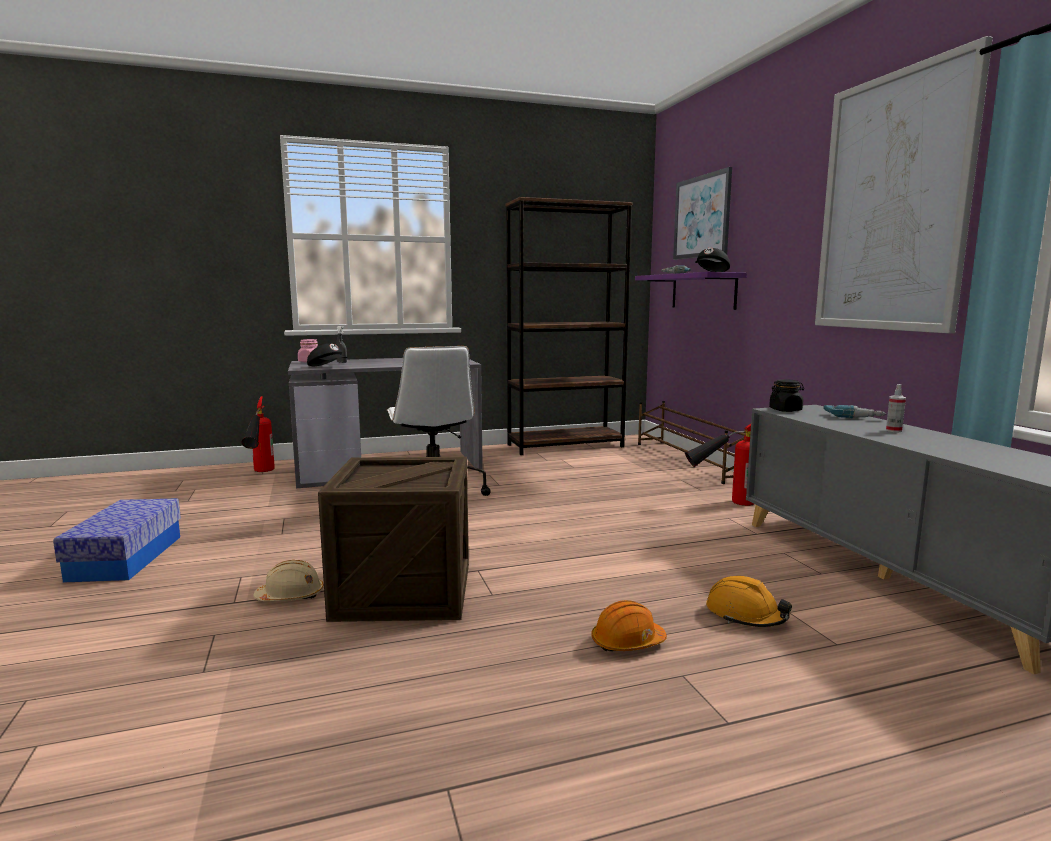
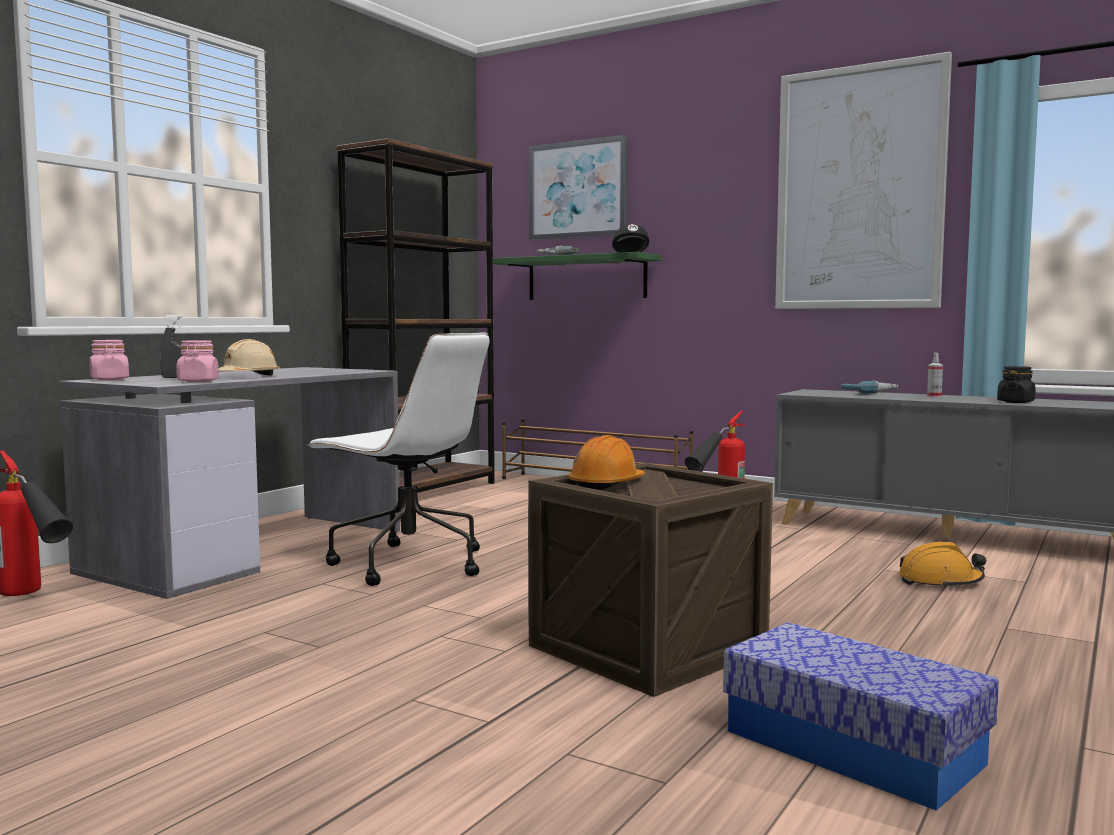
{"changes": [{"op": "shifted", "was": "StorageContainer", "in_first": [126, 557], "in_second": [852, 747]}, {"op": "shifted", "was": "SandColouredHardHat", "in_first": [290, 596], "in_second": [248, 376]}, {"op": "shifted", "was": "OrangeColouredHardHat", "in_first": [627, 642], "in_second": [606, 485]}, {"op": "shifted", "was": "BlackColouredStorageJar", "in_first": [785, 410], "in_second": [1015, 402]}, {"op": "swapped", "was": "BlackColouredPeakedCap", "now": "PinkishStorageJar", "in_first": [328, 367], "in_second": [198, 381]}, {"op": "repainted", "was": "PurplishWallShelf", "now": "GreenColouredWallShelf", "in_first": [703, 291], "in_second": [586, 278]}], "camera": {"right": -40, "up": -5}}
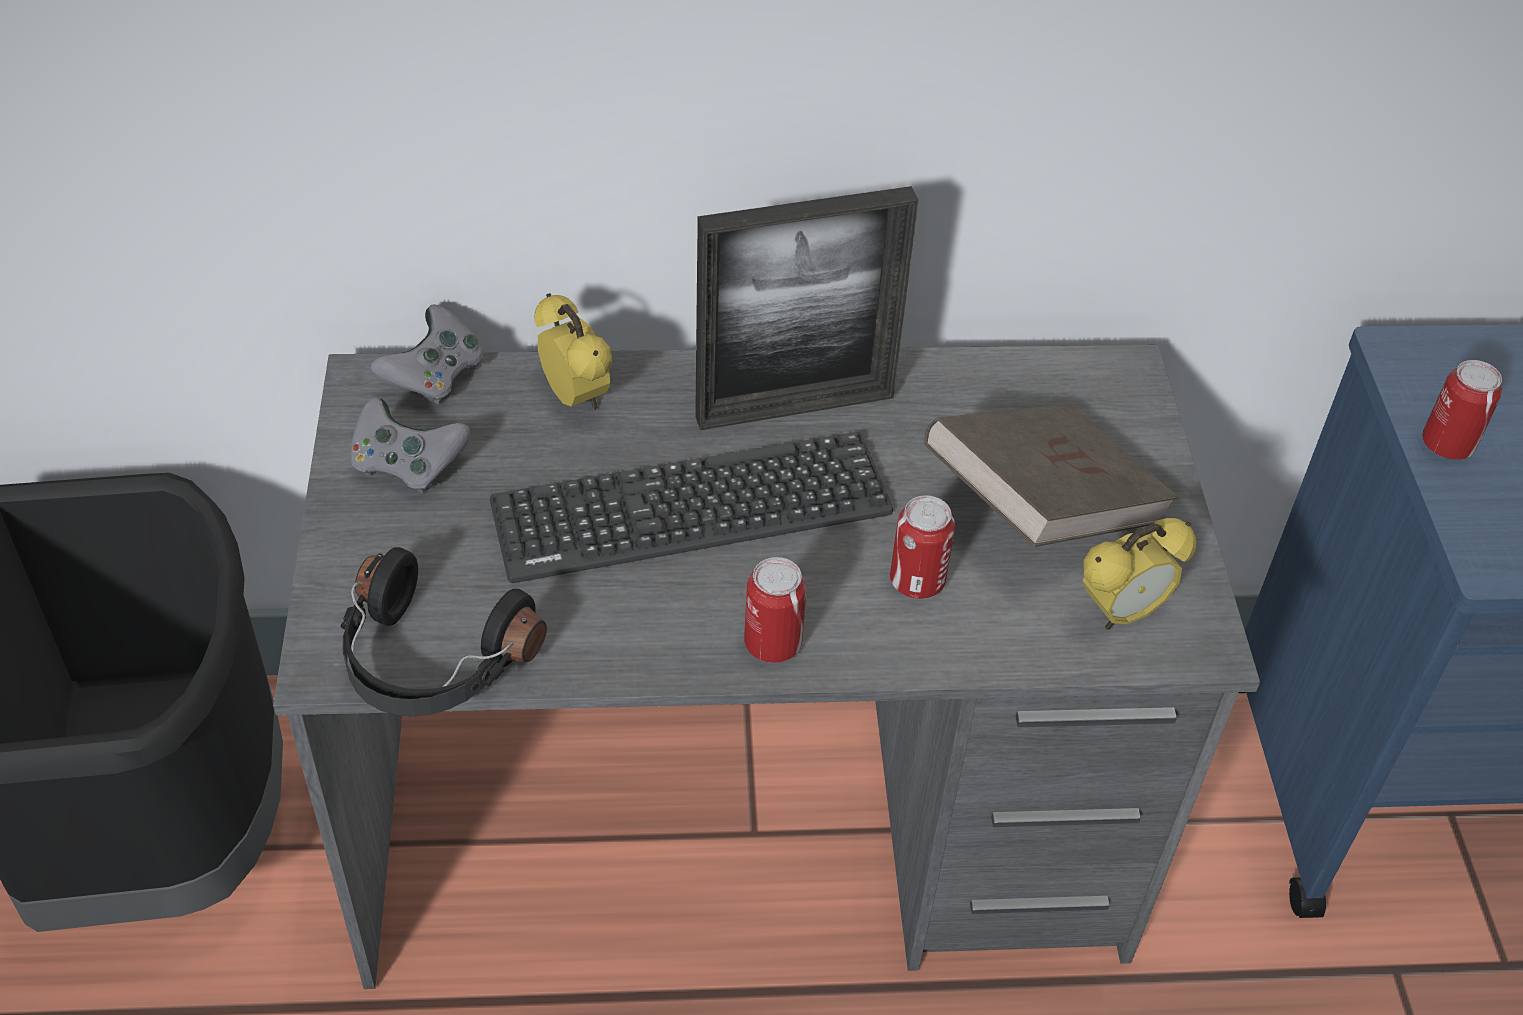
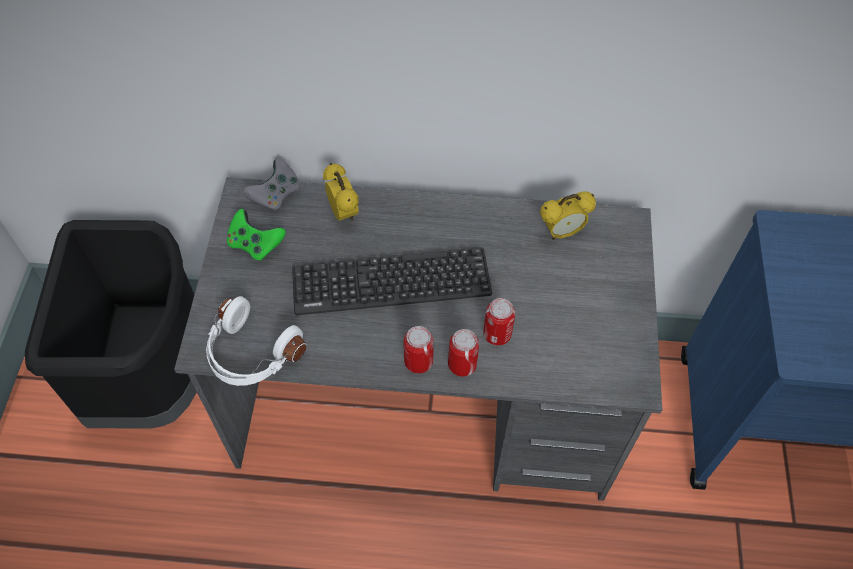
{"changes": [{"op": "gone", "was": "PhotoFrame", "in_first": [795, 407]}, {"op": "gone", "was": "BrownColouredBoundBook", "in_first": [1041, 508]}, {"op": "shifted", "was": "AlarmClock", "in_first": [1122, 613], "in_second": [562, 232]}, {"op": "shifted", "was": "Can", "in_first": [1447, 444], "in_second": [462, 365]}, {"op": "repainted", "was": "BlackColouredHeadphones", "now": "WhiteHeadphones", "in_first": [431, 662], "in_second": [251, 354]}, {"op": "repainted", "was": "GreyishJoypad", "now": "GreenColouredJoypad", "in_first": [407, 465], "in_second": [255, 244]}], "camera": {"right": 10, "up": 10}}
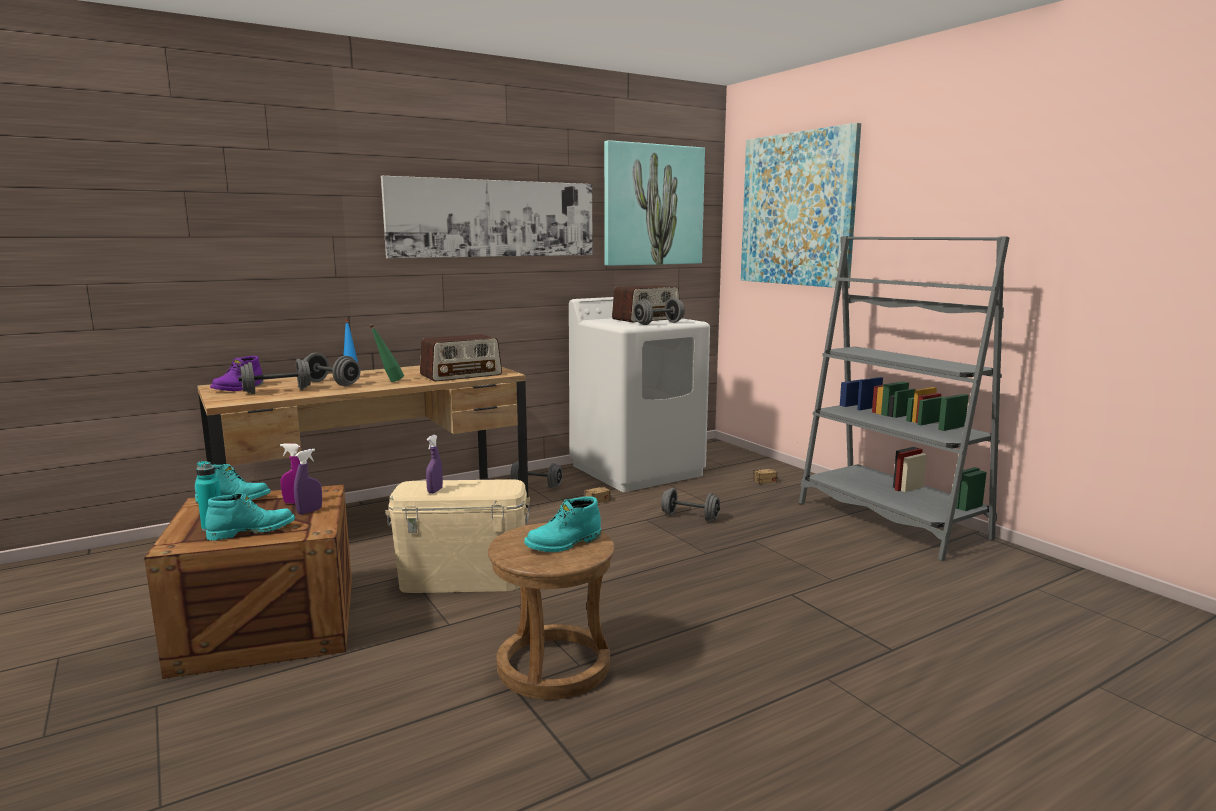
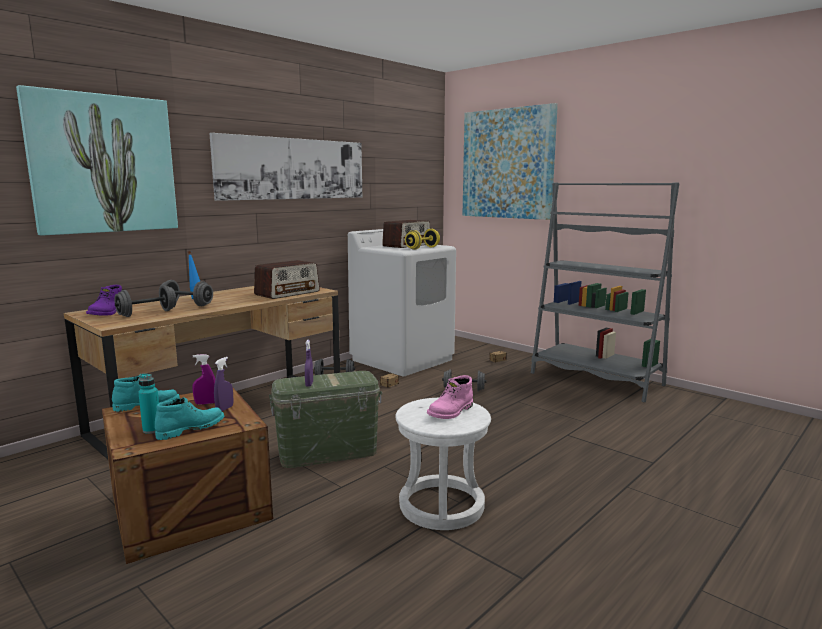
{"changes": [{"op": "gone", "was": "GreenColouredBeverageBottle", "in_first": [388, 381]}, {"op": "shifted", "was": "Picture", "in_first": [653, 205], "in_second": [103, 164]}, {"op": "repainted", "was": "SandColouredStorageContainer", "now": "GreenColouredStorageContainer", "in_first": [463, 579], "in_second": [328, 452]}, {"op": "repainted", "was": "BrownColouredStoolSeat", "now": "WhiteStoolSeat", "in_first": [554, 666], "in_second": [442, 505]}, {"op": "repainted", "was": "BlueGreenTallBoot", "now": "PinkishTallBoot", "in_first": [564, 544], "in_second": [451, 412]}, {"op": "repainted", "was": "GreyishFreeWeight", "now": "YellowColouredFreeWeight", "in_first": [659, 323], "in_second": [422, 248]}], "camera": {"right": -15, "up": 0}}
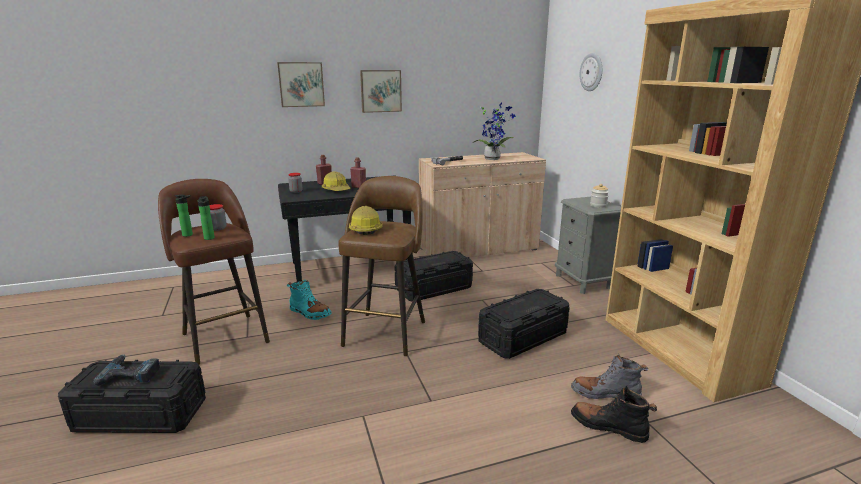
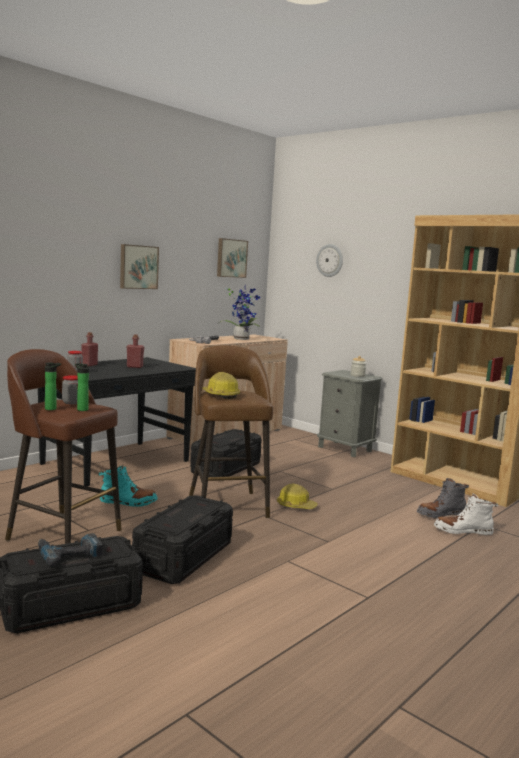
{"changes": [{"op": "shifted", "was": "Picture", "in_first": [301, 84], "in_second": [231, 258]}, {"op": "shifted", "was": "HardHat", "in_first": [336, 190], "in_second": [296, 506]}, {"op": "shifted", "was": "BlackColouredStorageContainer", "in_first": [523, 337], "in_second": [184, 557]}, {"op": "repainted", "was": "BlackColouredTallBoot", "now": "WhiteTallBoot", "in_first": [608, 427], "in_second": [463, 531]}], "camera": {"right": -30, "up": -10}}
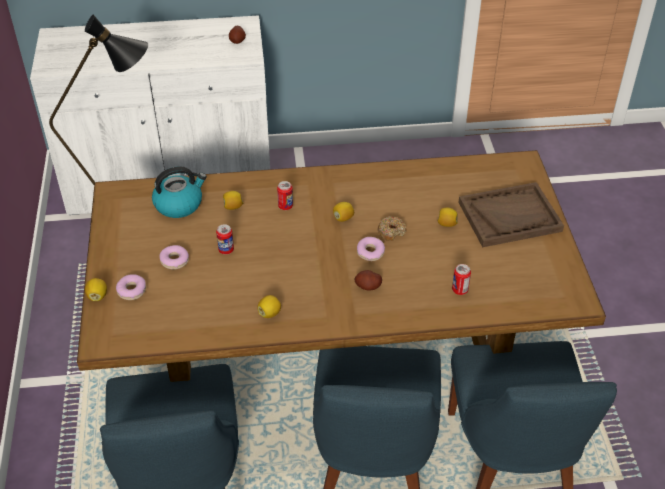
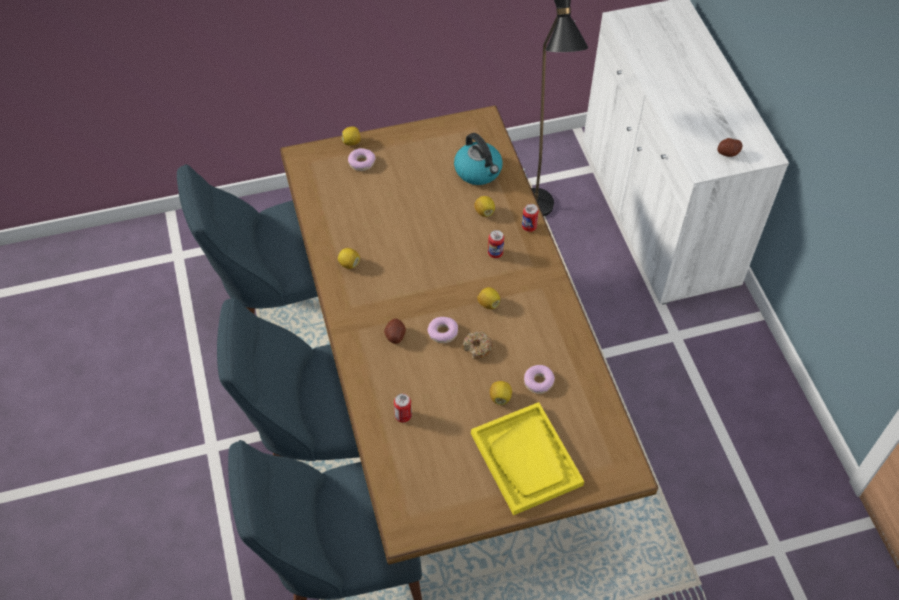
{"changes": [{"op": "shifted", "was": "Doughnut", "in_first": [174, 260], "in_second": [538, 382]}, {"op": "shifted", "was": "Can", "in_first": [226, 250], "in_second": [529, 227]}, {"op": "repainted", "was": "BrownColouredTray", "now": "YellowColouredTray", "in_first": [509, 216], "in_second": [526, 459]}], "camera": {"right": 80, "up": 10}}
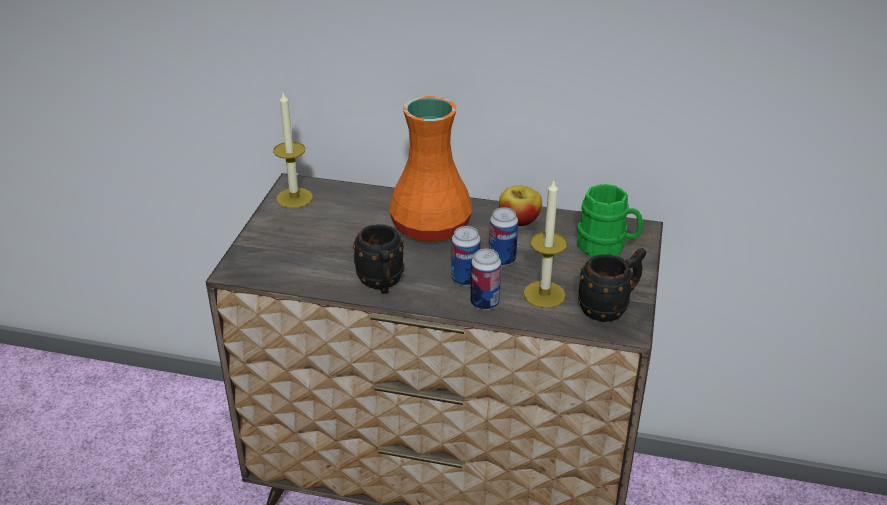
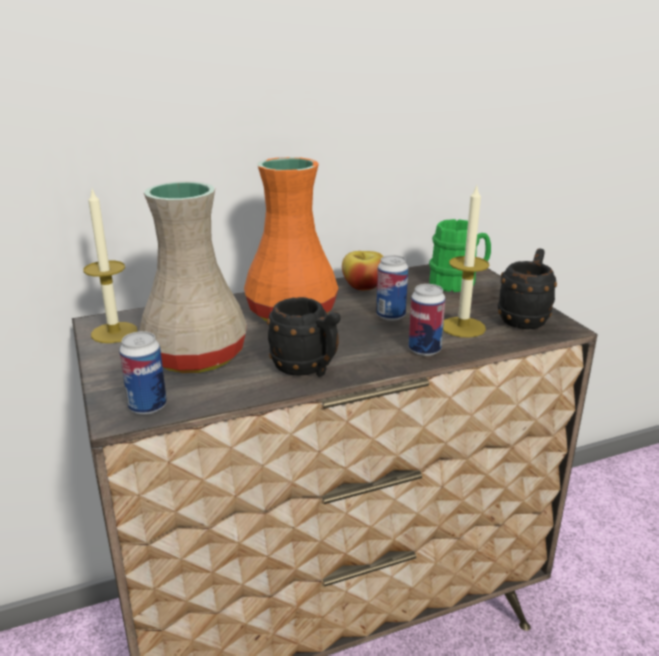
{"changes": [{"op": "new", "now": "SandColouredDecorativeVase", "in_second": [198, 356]}, {"op": "shifted", "was": "Can", "in_first": [465, 279], "in_second": [147, 406]}], "camera": {"right": -35, "up": -10}}
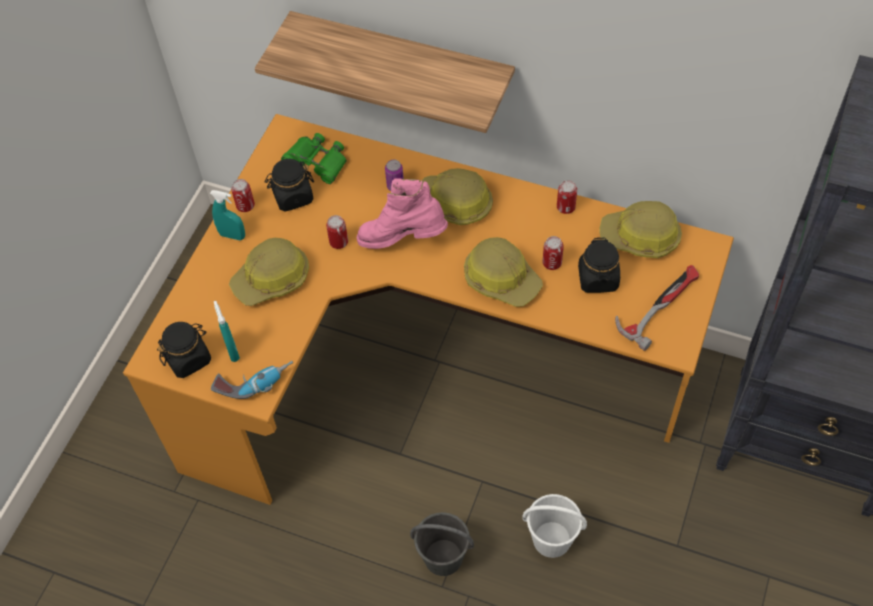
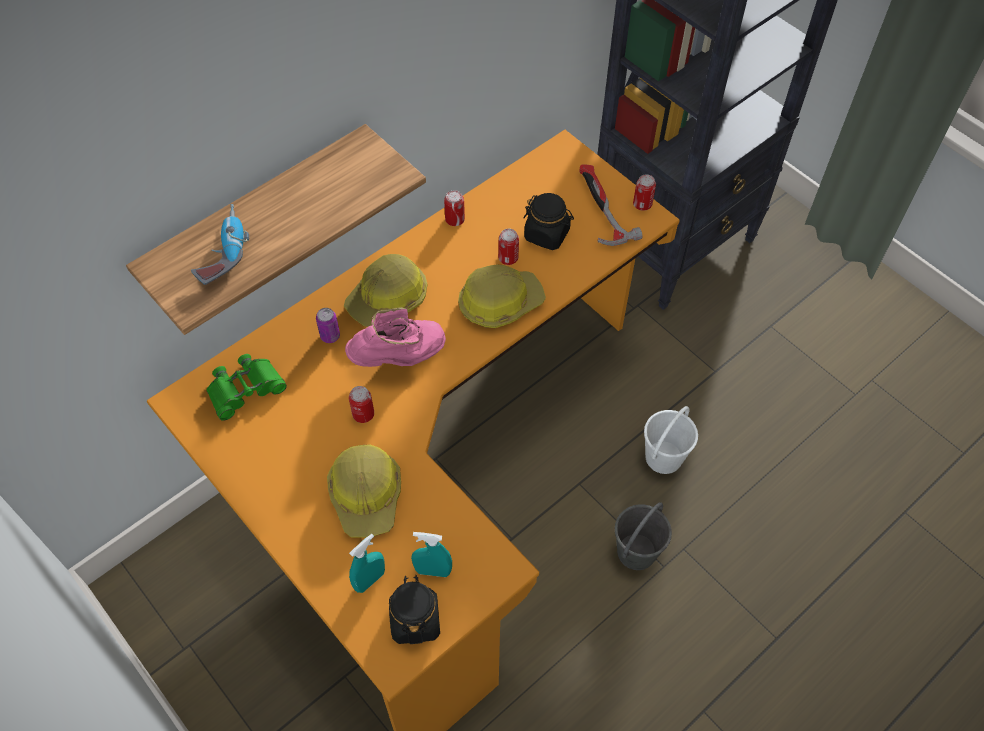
{"changes": [{"op": "gone", "was": "BlackColouredStorageJar", "in_first": [292, 196]}, {"op": "gone", "was": "HardHat", "in_first": [640, 237]}, {"op": "shifted", "was": "BlueGreenSprayBottle", "in_first": [232, 235], "in_second": [370, 580]}, {"op": "shifted", "was": "PowerDrill", "in_first": [254, 381], "in_second": [223, 251]}, {"op": "shifted", "was": "Can", "in_first": [245, 206], "in_second": [642, 204]}, {"op": "rotated", "was": "PinkishTallBoot", "in_first": [403, 239], "in_second": [399, 358], "clockwise": -150}], "camera": {"right": -65, "up": 0}}
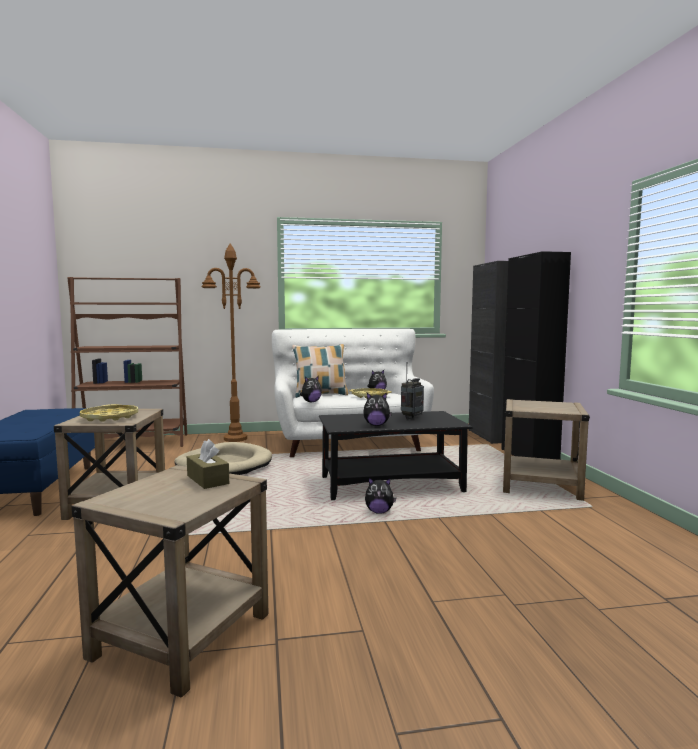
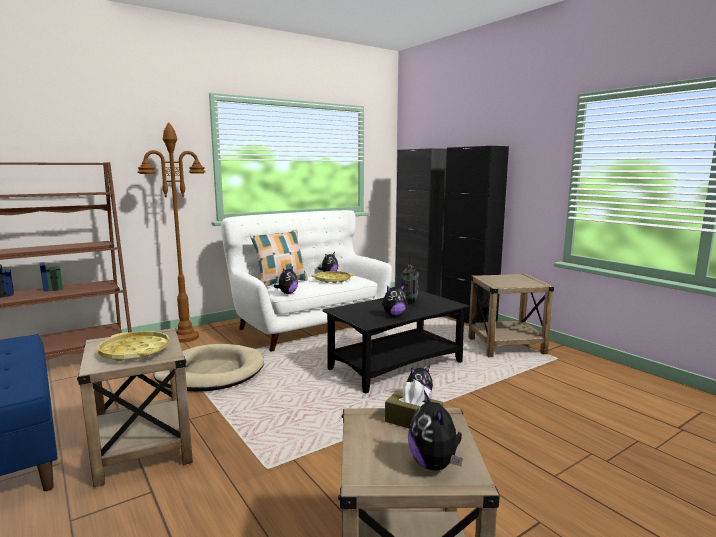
{"changes": [{"op": "new", "now": "SoftToy", "in_second": [434, 464]}], "camera": {"right": -25, "up": 5}}
